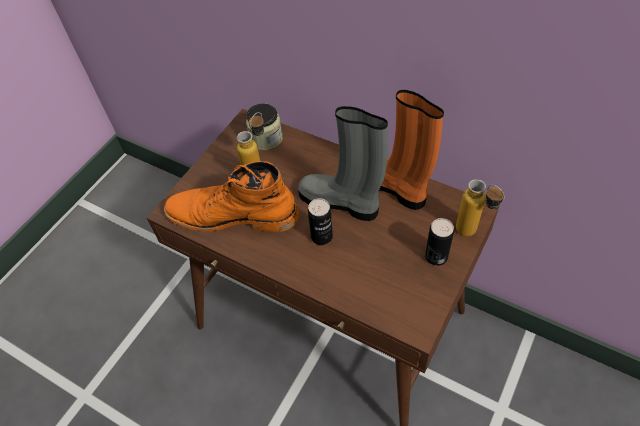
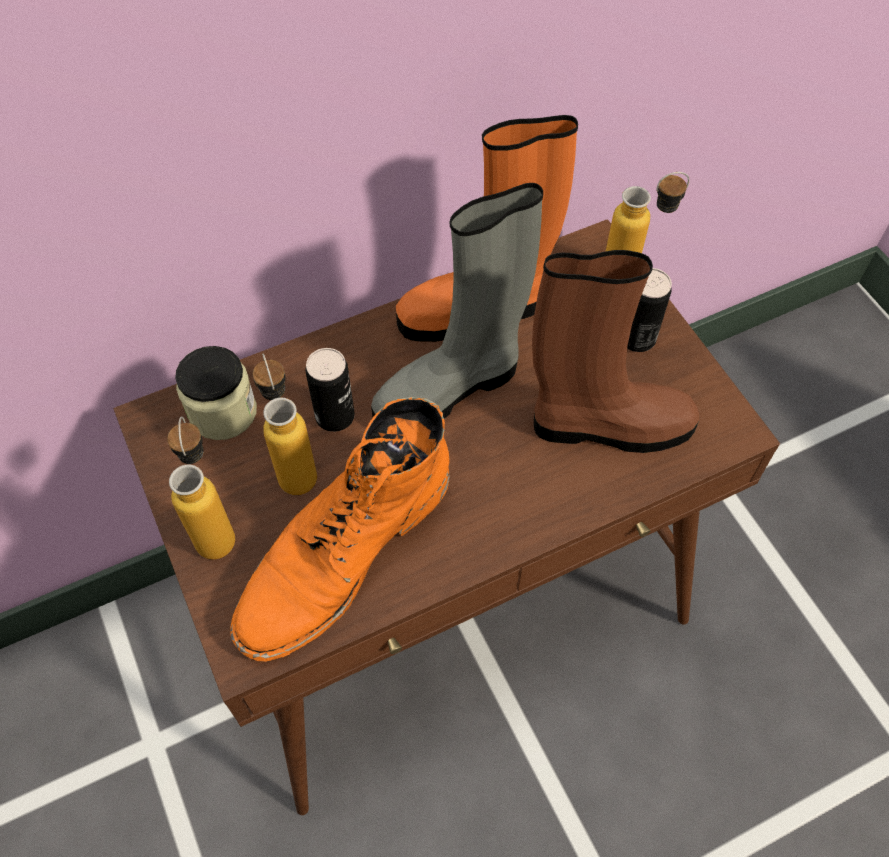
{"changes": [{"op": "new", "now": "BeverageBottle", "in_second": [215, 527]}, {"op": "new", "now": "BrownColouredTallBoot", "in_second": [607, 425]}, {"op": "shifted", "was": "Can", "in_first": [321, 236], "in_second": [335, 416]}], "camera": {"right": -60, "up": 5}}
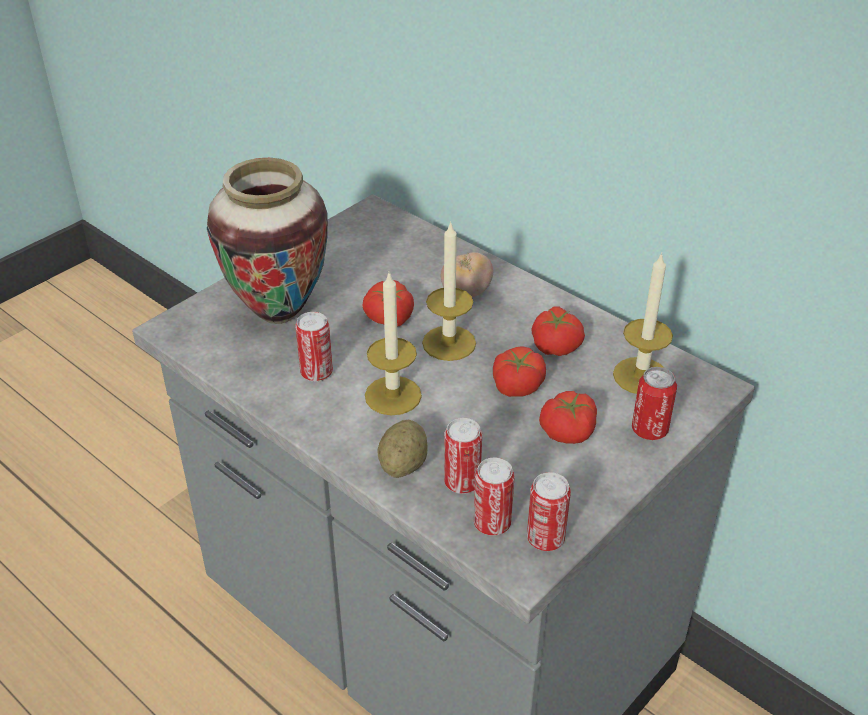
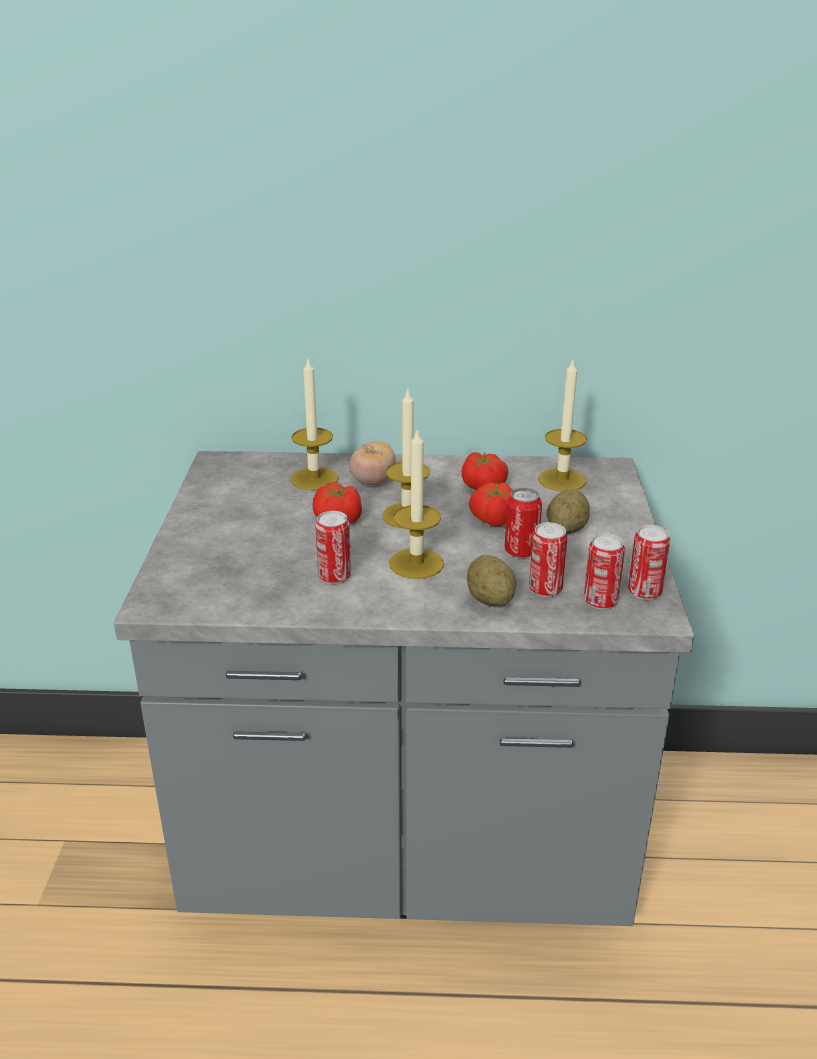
{"changes": [{"op": "gone", "was": "DecorativeVase", "in_first": [279, 313]}, {"op": "new", "now": "Candle", "in_second": [314, 479]}, {"op": "shifted", "was": "Can", "in_first": [649, 430], "in_second": [521, 551]}, {"op": "swapped", "was": "FreshTomato", "now": "Potato", "in_first": [568, 432], "in_second": [566, 529]}], "camera": {"right": -40, "up": -10}}
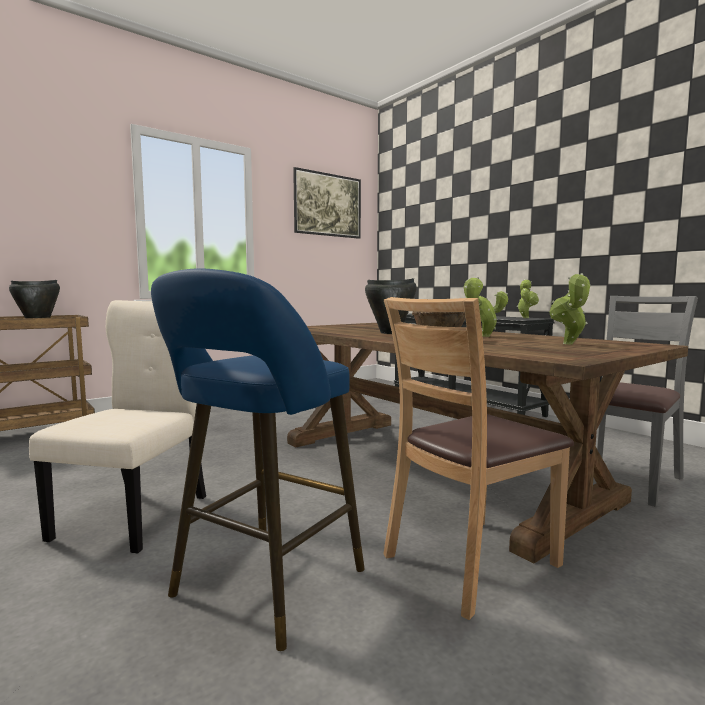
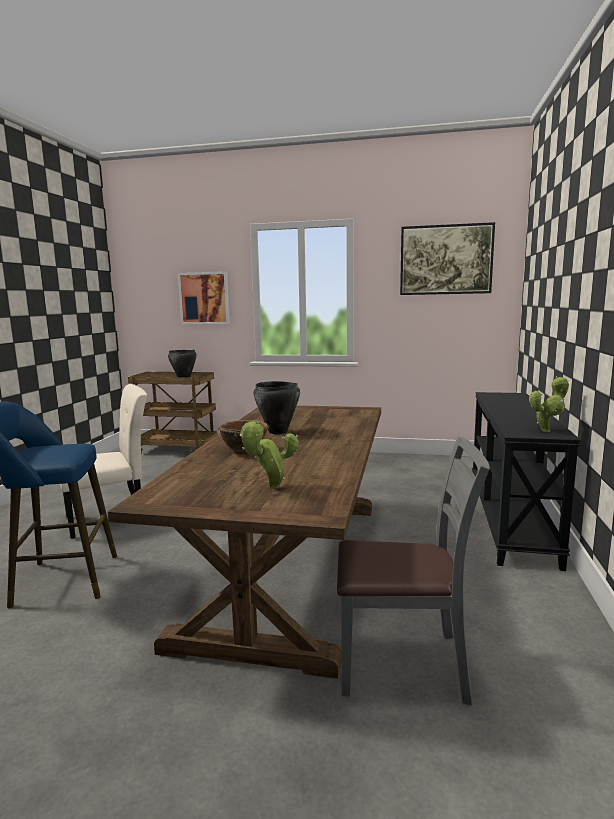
{"changes": [{"op": "gone", "was": "BrownColouredChair", "in_first": [470, 562]}, {"op": "gone", "was": "PottedPlant", "in_first": [483, 336]}, {"op": "new", "now": "Picture", "in_second": [204, 298]}], "camera": {"right": 50, "up": 5}}
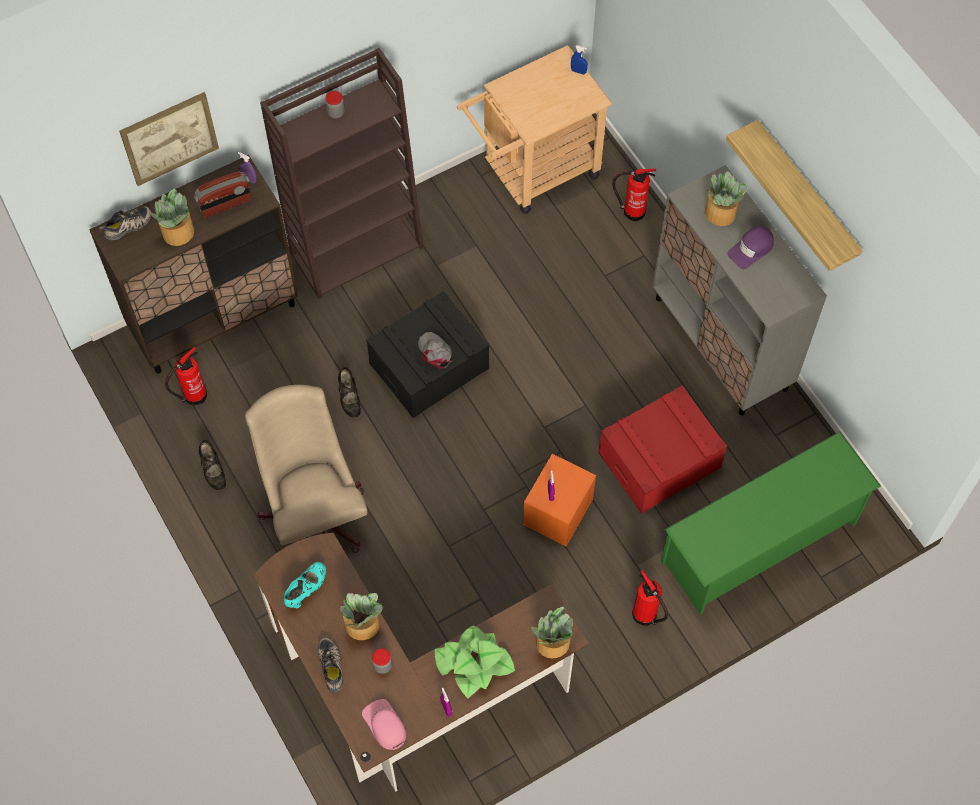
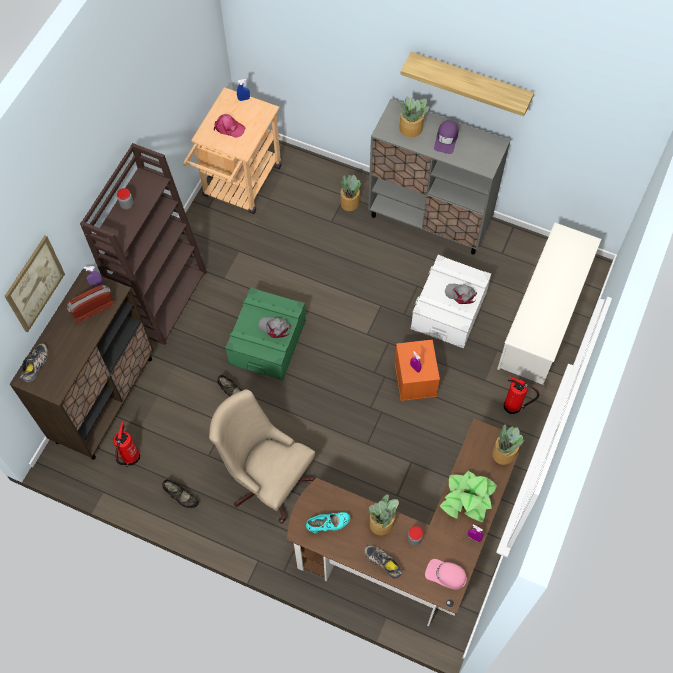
{"changes": [{"op": "gone", "was": "Extinguisher", "in_first": [632, 211]}, {"op": "new", "now": "PinkishPeakedCap", "in_second": [229, 128]}, {"op": "new", "now": "GreyishPeakedCap", "in_second": [461, 294]}, {"op": "shifted", "was": "PottedPlant", "in_first": [177, 233], "in_second": [349, 203]}, {"op": "repainted", "was": "BlackColouredStorageContainer", "now": "GreenColouredStorageContainer", "in_first": [429, 366], "in_second": [268, 342]}, {"op": "repainted", "was": "RedStorageContainer", "now": "WhiteStorageContainer", "in_first": [659, 460], "in_second": [449, 310]}, {"op": "repainted", "was": "GreenColouredShoeShelf", "now": "WhiteShoeShelf", "in_first": [759, 543], "in_second": [542, 321]}, {"op": "rotated", "was": "Radio", "in_first": [225, 204], "in_second": [93, 309], "clockwise": -150}, {"op": "rotated", "was": "BlueGreenItemOfFootwear", "in_first": [306, 589], "in_second": [328, 525], "clockwise": 75}], "camera": {"right": -35, "up": 0}}
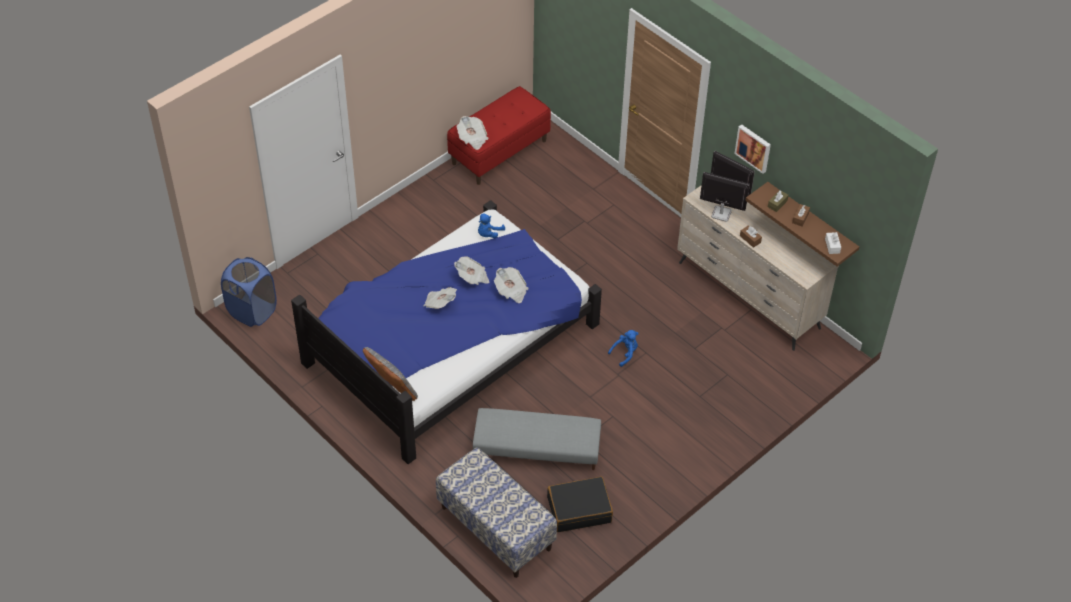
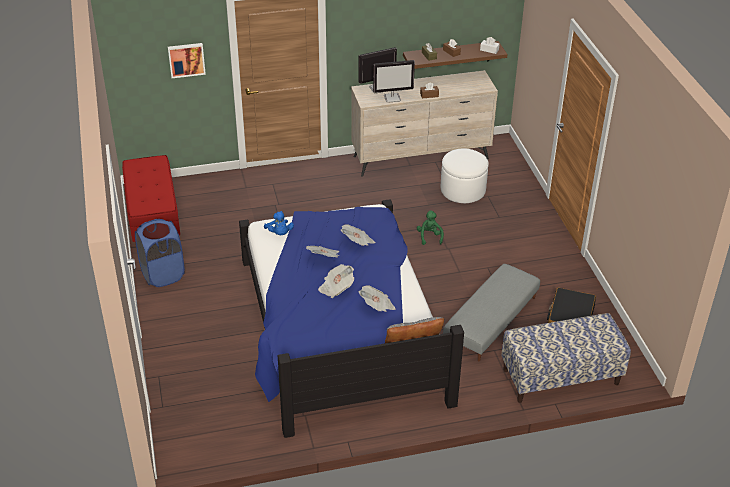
{"changes": [{"op": "new", "now": "WhiteFootrest", "in_second": [463, 190]}, {"op": "shifted", "was": "BlueColouredLaundryBasket", "in_first": [252, 311], "in_second": [163, 275]}, {"op": "shifted", "was": "PrintedPaper", "in_first": [472, 139], "in_second": [377, 306]}, {"op": "shifted", "was": "Picture", "in_first": [753, 148], "in_second": [186, 59]}, {"op": "repainted", "was": "BlueColouredSoftToy", "now": "GreenColouredSoftToy", "in_first": [625, 353], "in_second": [429, 237]}, {"op": "rotated", "was": "ComputerScreen", "in_first": [721, 214], "in_second": [392, 98], "clockwise": -150}], "camera": {"right": -60, "up": -10}}
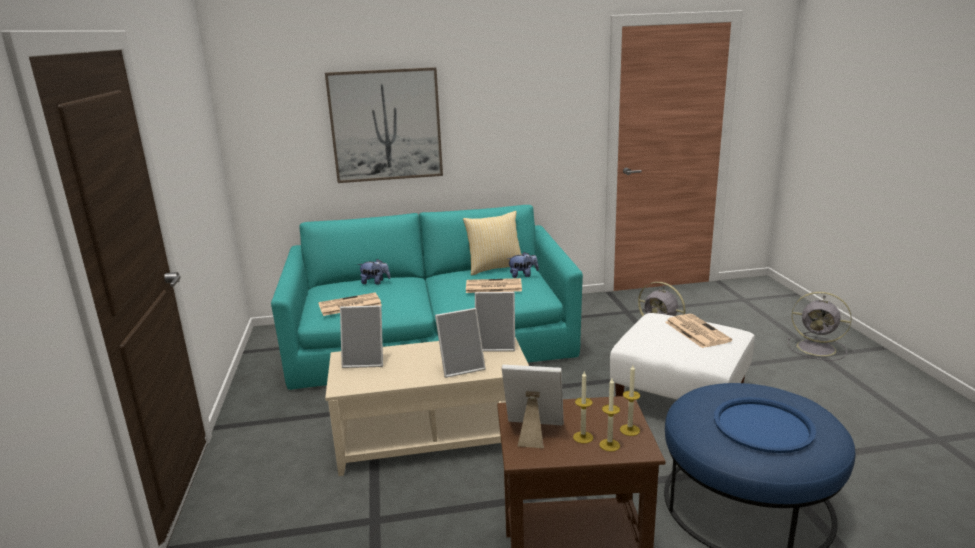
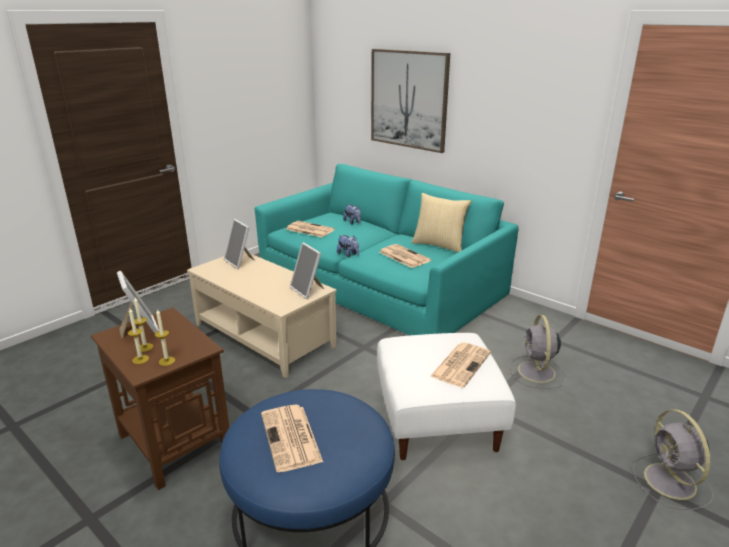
{"changes": [{"op": "gone", "was": "PhotoFrame", "in_first": [461, 367]}, {"op": "shifted", "was": "SoftToy", "in_first": [523, 275], "in_second": [348, 255]}, {"op": "swapped", "was": "BlueColouredTray", "now": "PrintedPaper", "in_first": [763, 426], "in_second": [291, 438]}], "camera": {"right": 50, "up": 5}}
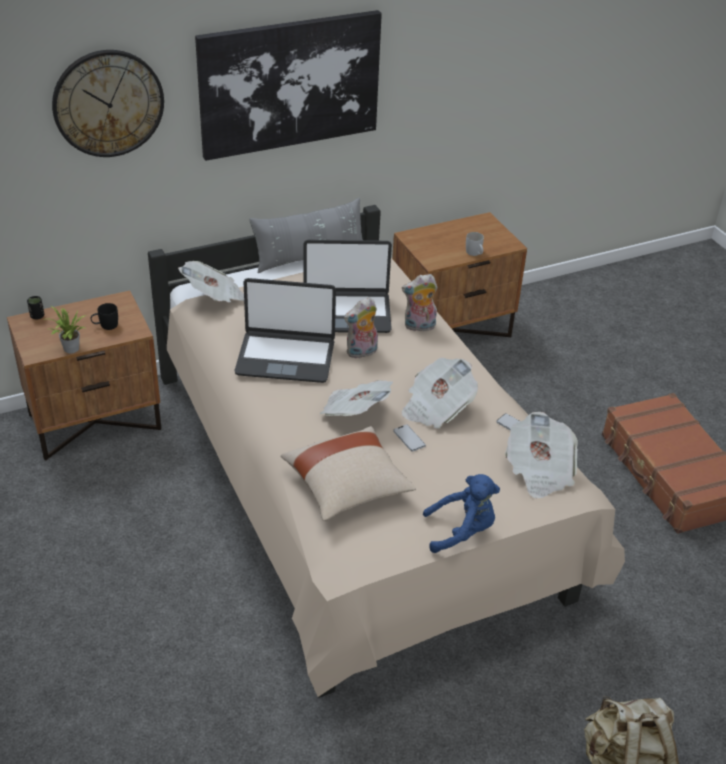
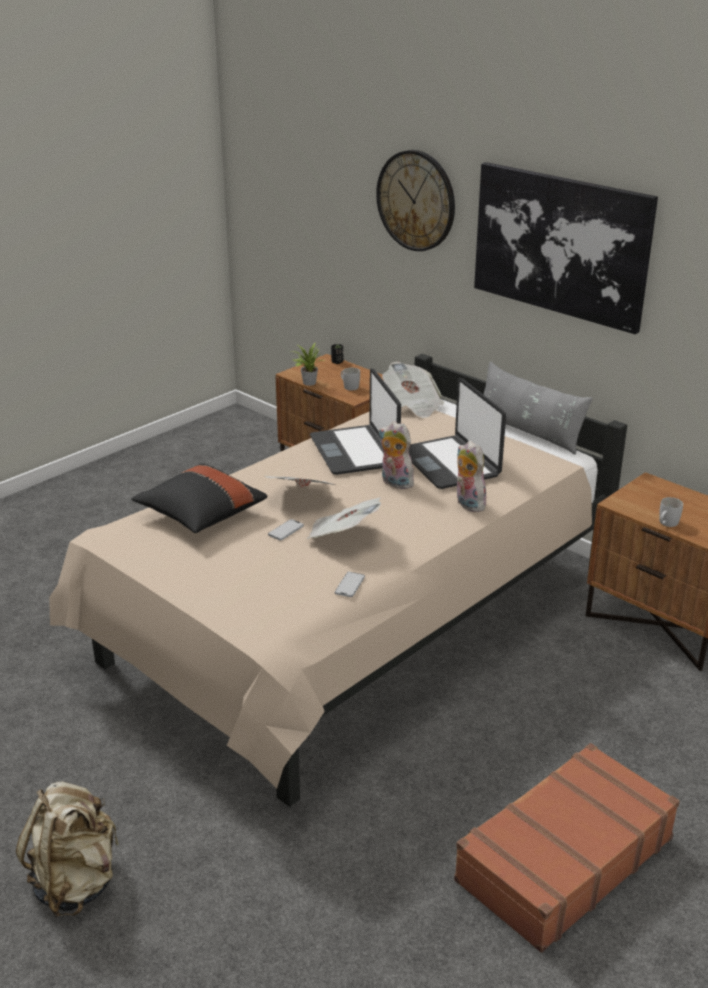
{"changes": [{"op": "gone", "was": "BlueColouredSoftToy", "in_first": [462, 531]}, {"op": "gone", "was": "PrintedPaper", "in_first": [539, 471]}, {"op": "repainted", "was": "BlackColouredCoffeeMug", "now": "WhiteCoffeeMug", "in_first": [105, 326], "in_second": [349, 386]}, {"op": "repainted", "was": "SandColouredThrowPillow", "now": "BlackColouredThrowPillow", "in_first": [347, 487], "in_second": [200, 515]}], "camera": {"right": 70, "up": -10}}
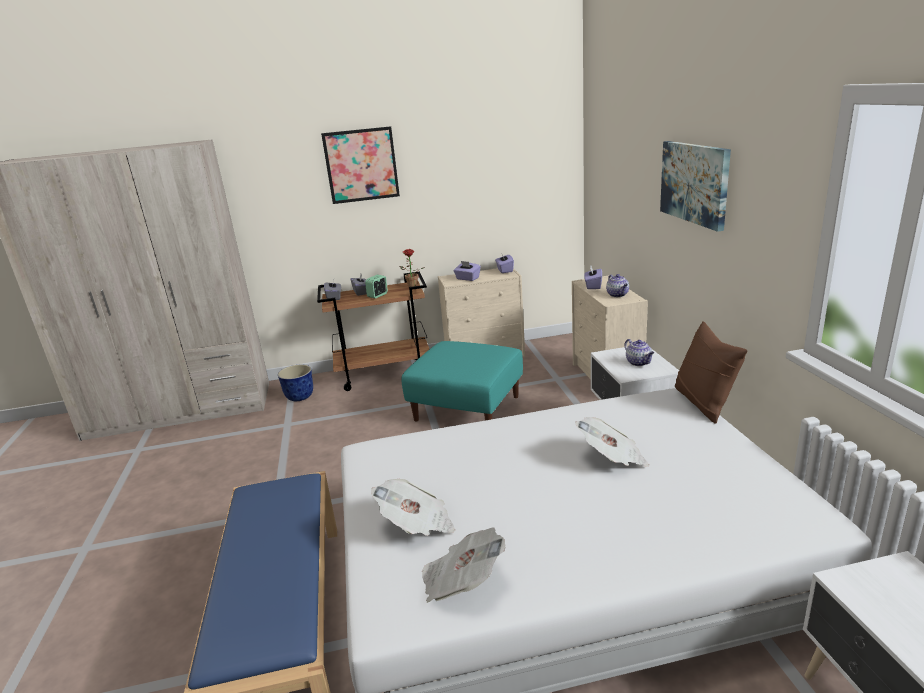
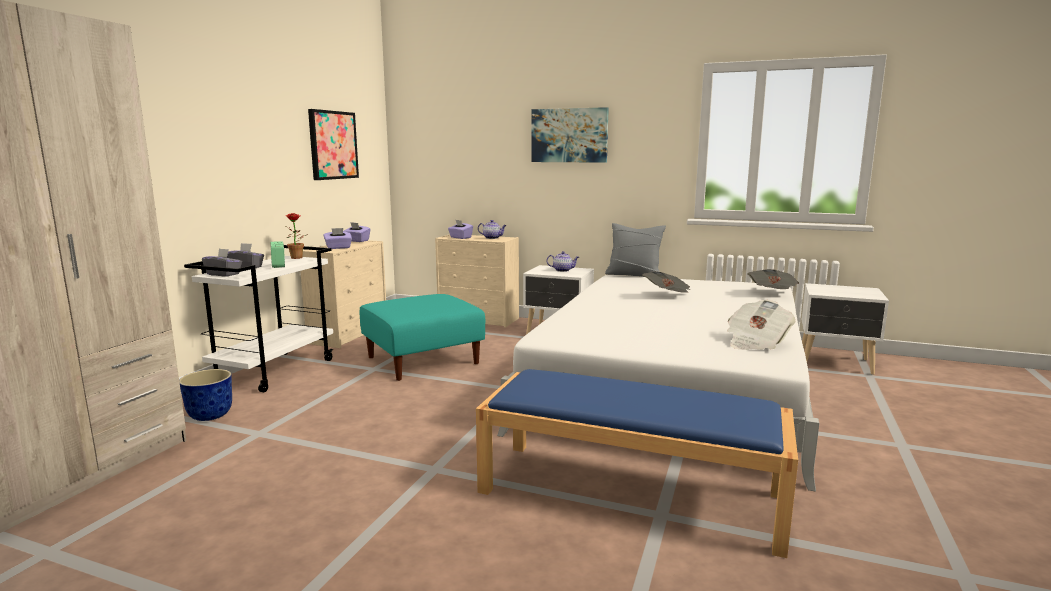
{"changes": [{"op": "shifted", "was": "Picture", "in_first": [361, 165], "in_second": [333, 145]}, {"op": "shifted", "was": "PrintedPaper", "in_first": [417, 525], "in_second": [772, 293]}, {"op": "repainted", "was": "BrownColouredTrolley", "now": "WhiteTrolley", "in_first": [385, 374], "in_second": [275, 371]}, {"op": "repainted", "was": "BrownColouredThrowPillow", "now": "GreyishThrowPillow", "in_first": [703, 402], "in_second": [634, 275]}], "camera": {"right": -60, "up": -10}}
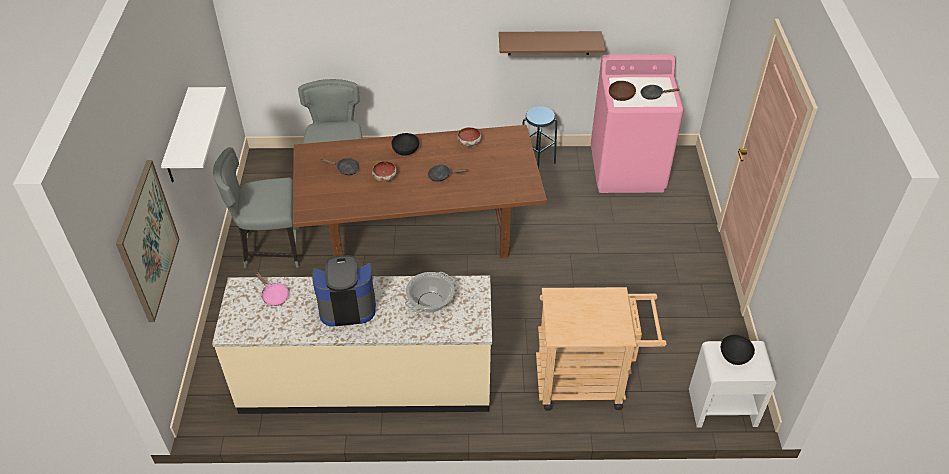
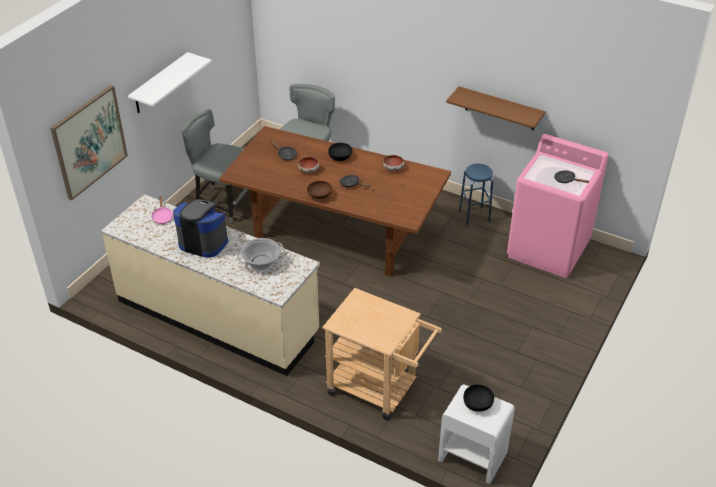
{"changes": [{"op": "shifted", "was": "BrownColouredServingBowl", "in_first": [621, 98], "in_second": [319, 196]}], "camera": {"right": 30, "up": -5}}
